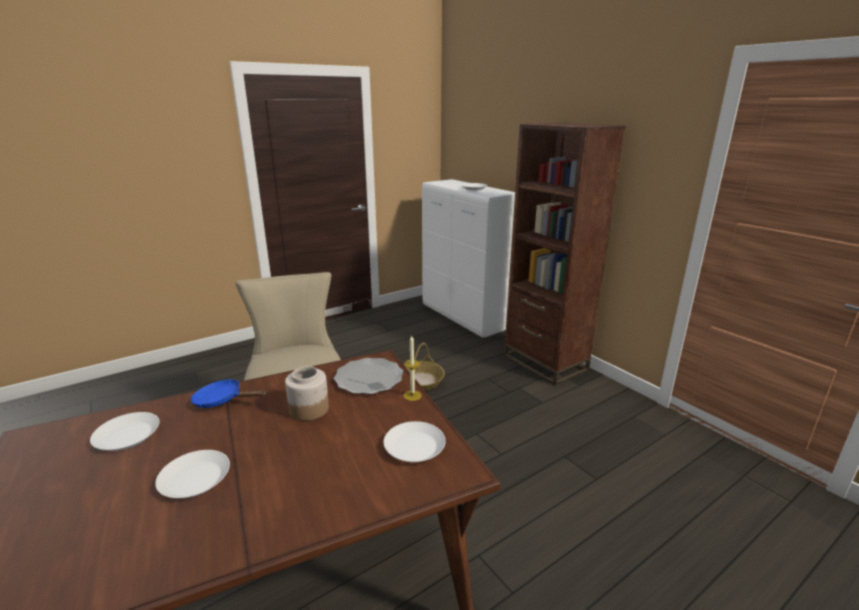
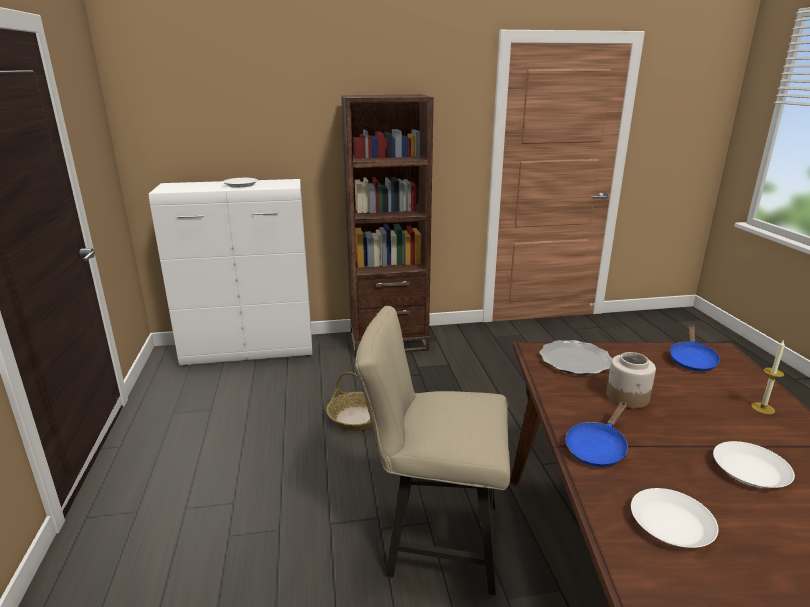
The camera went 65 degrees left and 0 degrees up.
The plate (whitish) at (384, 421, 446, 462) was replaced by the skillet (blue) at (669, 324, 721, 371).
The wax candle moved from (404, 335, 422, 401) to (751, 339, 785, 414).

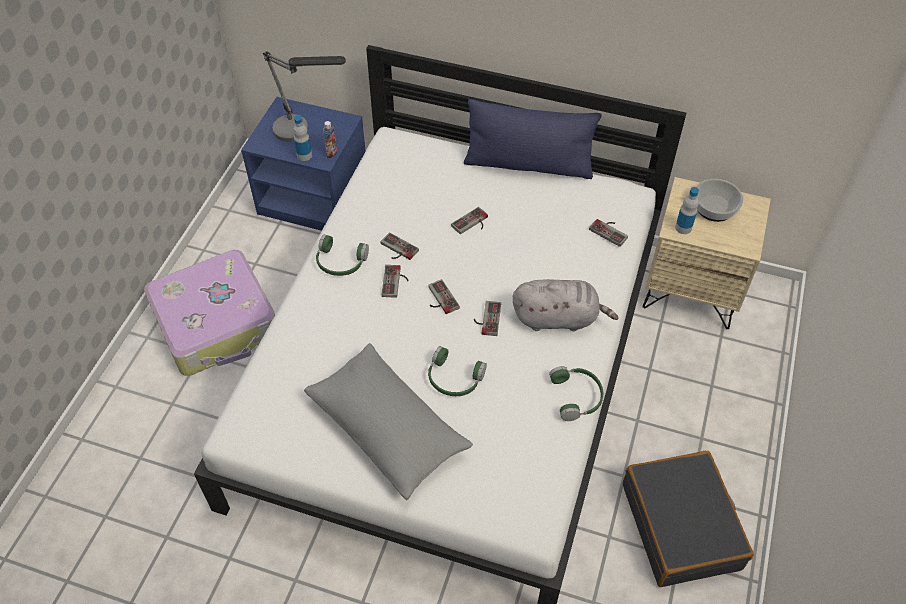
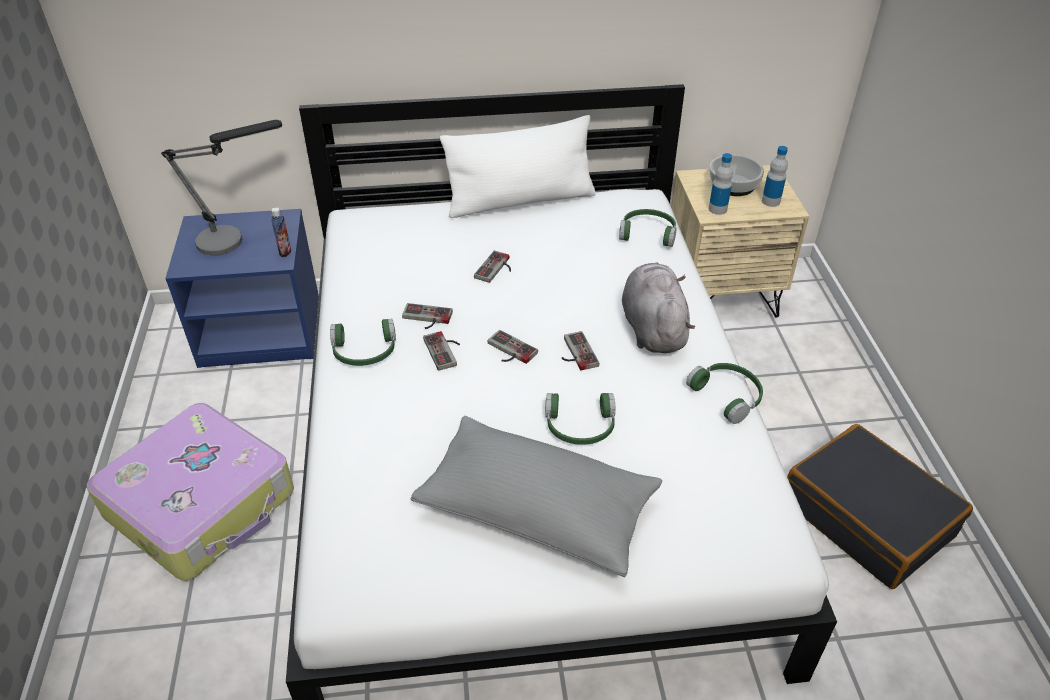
The camera went 25 degrees left and 10 degrees down.
The cushion (blue) at (464, 99, 602, 179) became the cushion (whitish) at (440, 115, 595, 218).
The joypad at (589, 219, 628, 247) was replaced by the pair of headphones (greenish) at (619, 209, 677, 247).
The cuddly toy (gray) at (513, 279, 618, 332) turned 75 degrees counterclockwise.
The drink bottle moved from (293, 115, 312, 161) to (762, 146, 788, 207).

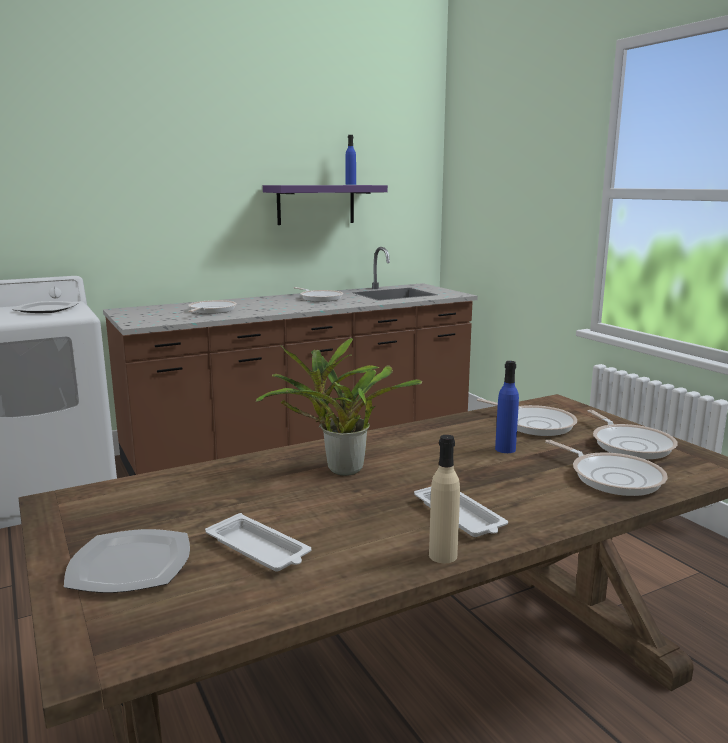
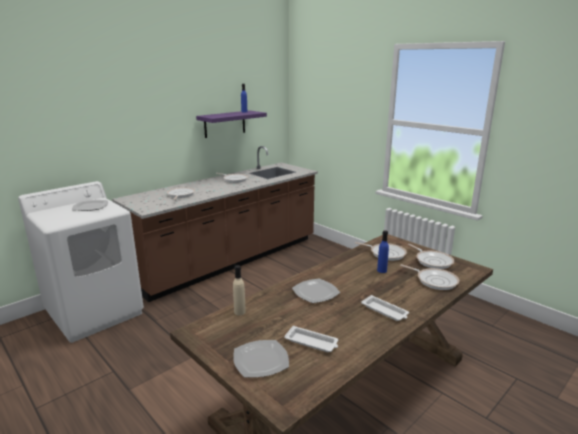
The camera went 15 degrees left and 5 degrees up.
The drink bottle (beige-coloured) moved from (429, 435, 460, 563) to (233, 265, 246, 315).
The houseplant at (256, 338, 422, 476) was replaced by the plate at (292, 278, 340, 303).

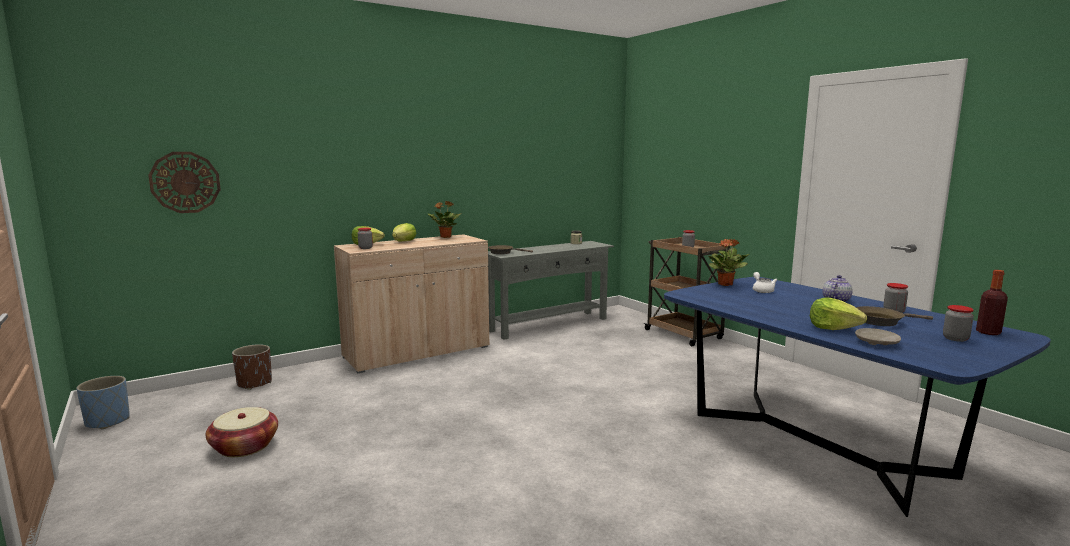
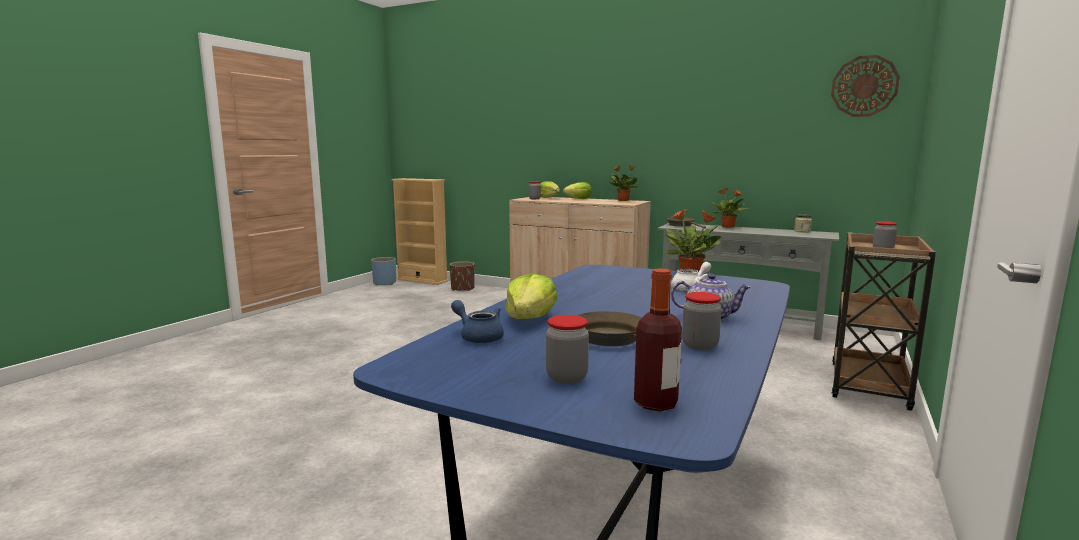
The camera went 60 degrees right and 0 degrees up.
The bookcase (beige-coloured) at (392, 178, 448, 285) appeared.
The plate (beige-coloured) at (855, 328, 901, 345) was replaced by the tea pot (blue) at (451, 300, 504, 343).
The houseplant at (712, 188, 748, 228) appeared.
The clock on the wall moved from (148, 152, 221, 213) to (831, 55, 900, 117).
The household basket at (206, 407, 278, 457) disappeared.

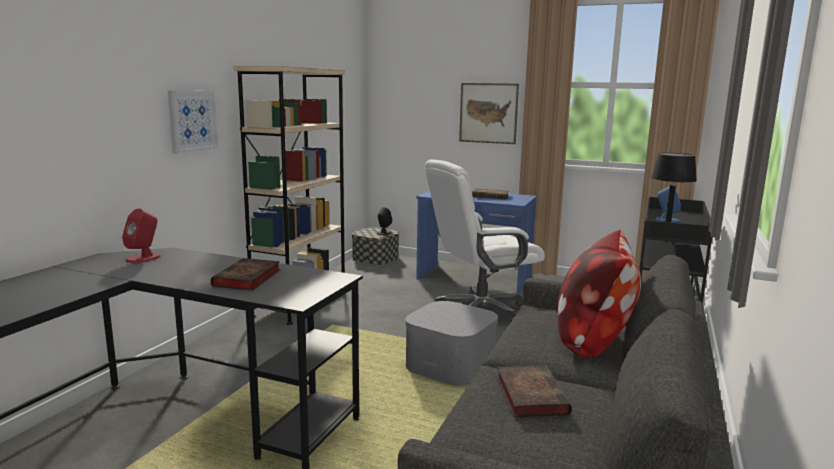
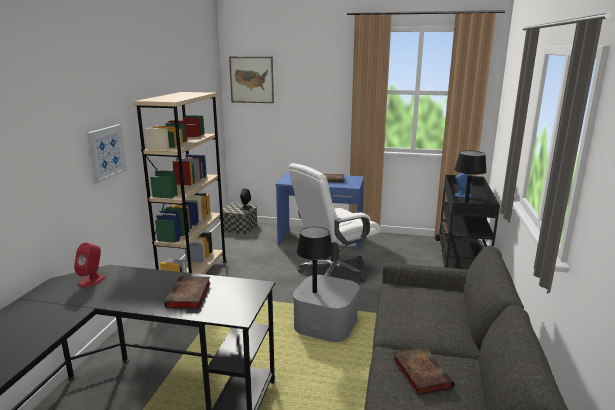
The camera went 10 degrees left and 5 degrees up.
The wall picture moved from (459, 83, 519, 144) to (229, 57, 274, 103).
The lamp for a table (black) at (297, 227, 333, 293) appeared.
The cushion at (557, 230, 641, 357) disappeared.

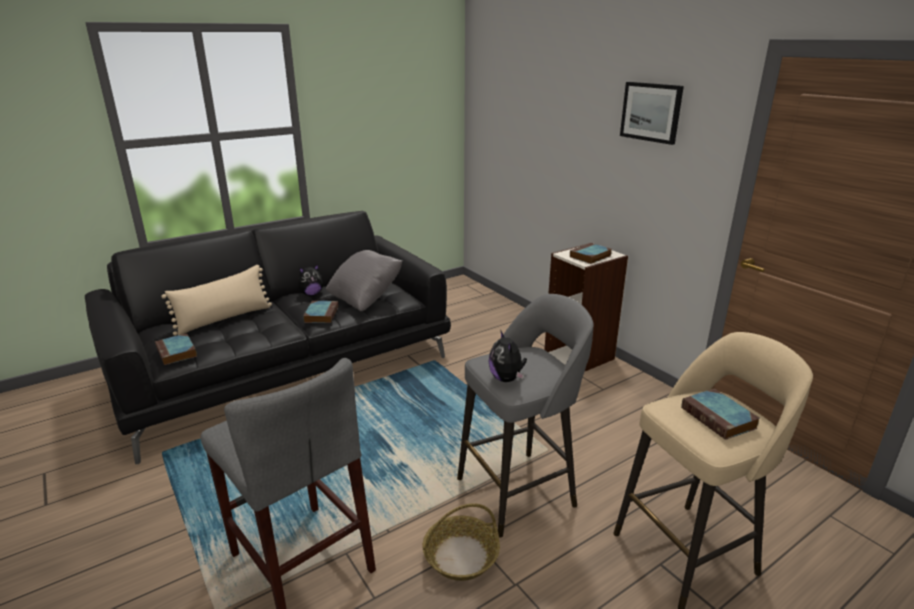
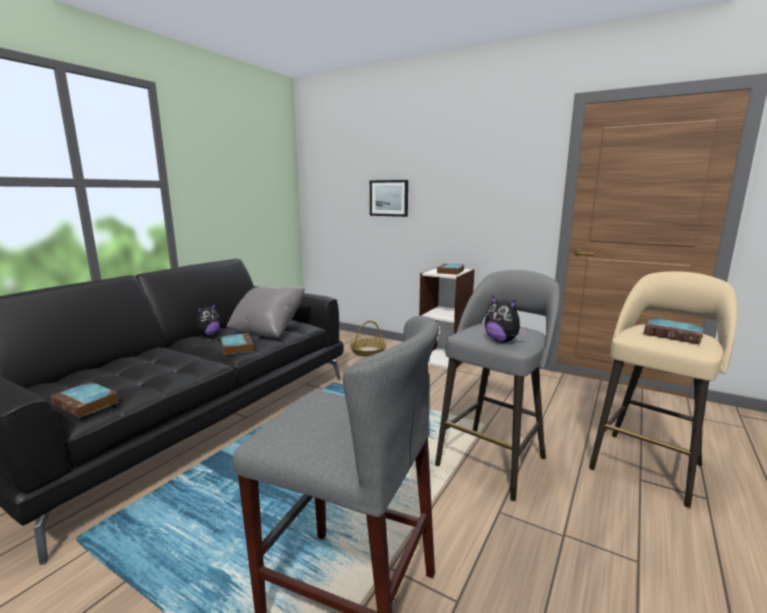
The camera went 25 degrees left and 10 degrees down.
The household basket moved from (423, 503, 500, 581) to (349, 321, 387, 357).
The wall picture moved from (620, 82, 684, 145) to (370, 180, 408, 217).
The cushion (beige-coloured) at (161, 265, 272, 336) disappeared.

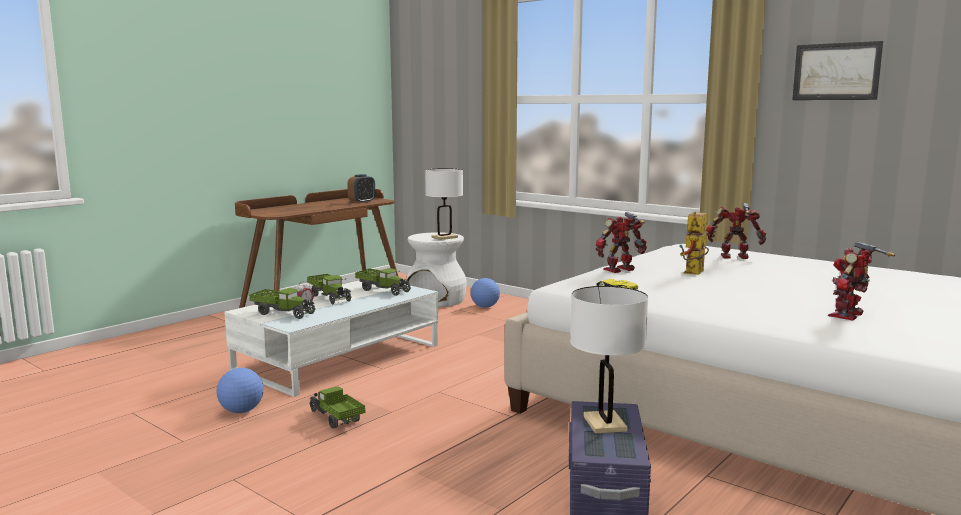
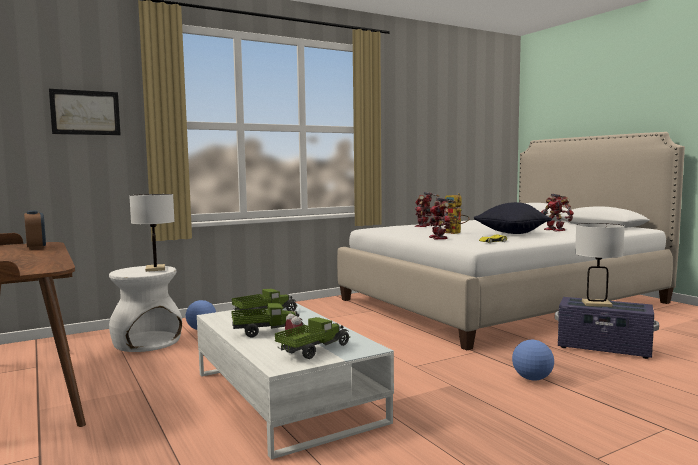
The camera went 70 degrees left and 5 degrees down.
The wall picture moved from (792, 41, 883, 100) to (49, 89, 121, 135).
The cushion (black) at (474, 202, 552, 234) appeared.
The football moved from (216, 368, 264, 413) to (512, 340, 554, 381).
The toy lorry at (309, 386, 365, 429) disappeared.

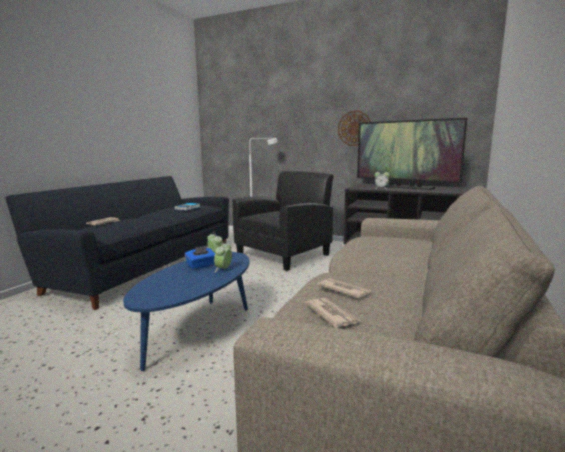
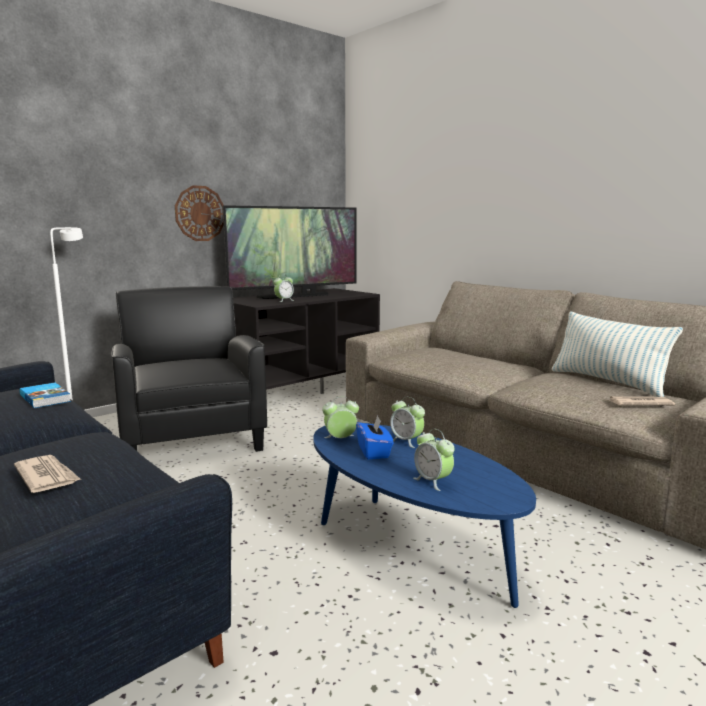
The camera went 65 degrees left and 0 degrees up.
The table clock at (413, 429, 455, 491) appeared.
The cushion at (552, 311, 683, 397) appeared.
The daily paper at (317, 278, 371, 299) disappeared.

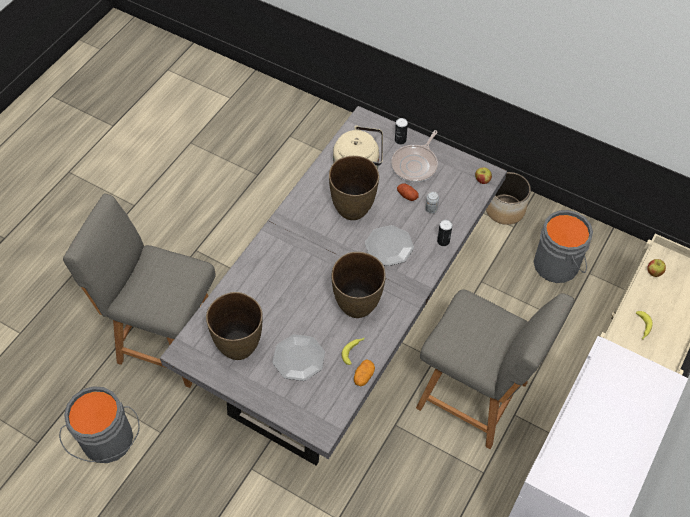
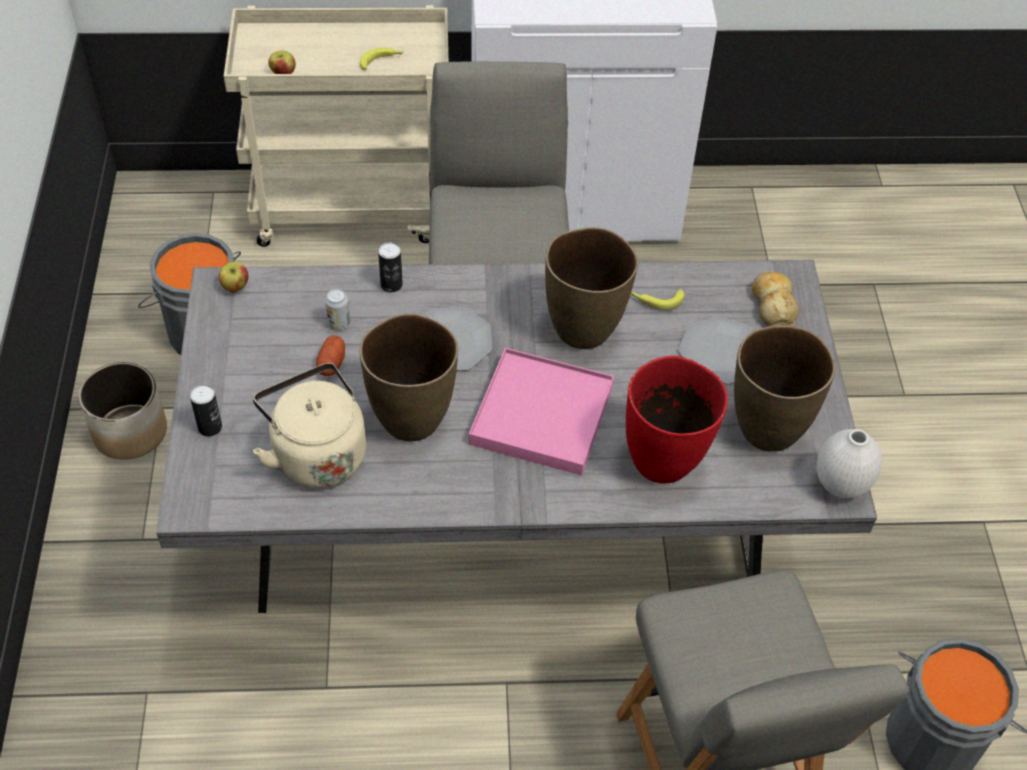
The camera went 125 degrees left and 5 degrees down.
The carrying tray (pink-coloured) at (469, 348, 614, 475) appeared.
The vase (reddish) at (626, 356, 728, 484) appeared.
The bread at (752, 272, 799, 327) appeared.
The vase (whitish) at (817, 429, 882, 498) appeared.
The spud at (354, 359, 375, 386) disappeared.
The skillet at (391, 130, 438, 182) disappeared.

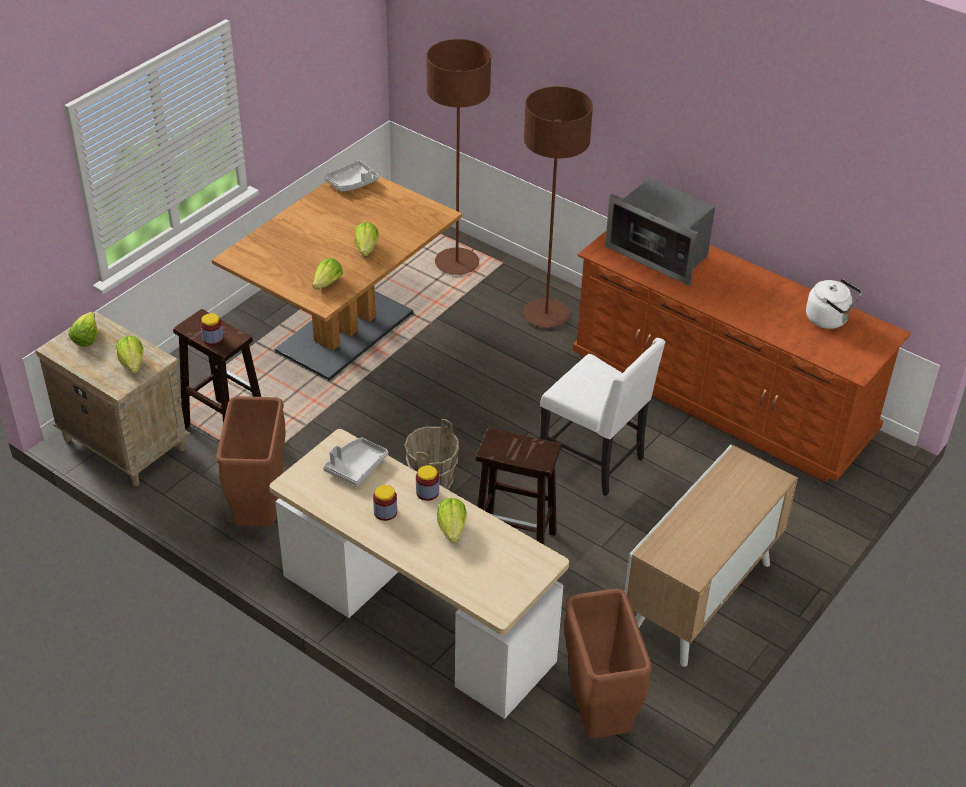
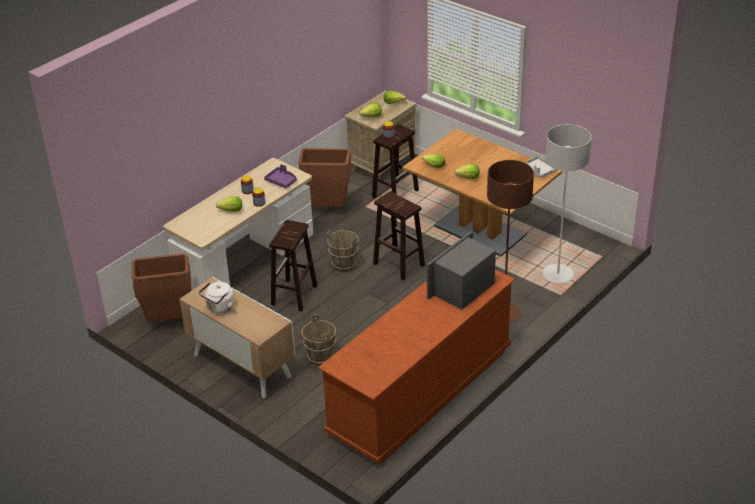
The camera went 95 degrees right and 5 degrees down.
The kettle (whitish) moved from (806, 279, 862, 329) to (199, 282, 234, 314).
The carrying tray (gray) at (323, 438, 388, 486) became the carrying tray (purple) at (264, 164, 297, 188).
The bucket (brown-coloured) at (302, 314, 336, 366) appeared.
The stool seat (brown-coloured) at (373, 191, 425, 281) appeared.
The standard lamp (brown-coloured) at (426, 39, 491, 275) became the standard lamp (gray) at (542, 124, 591, 283).
The upright chair (whitish) at (540, 338, 665, 496) disappeared.

